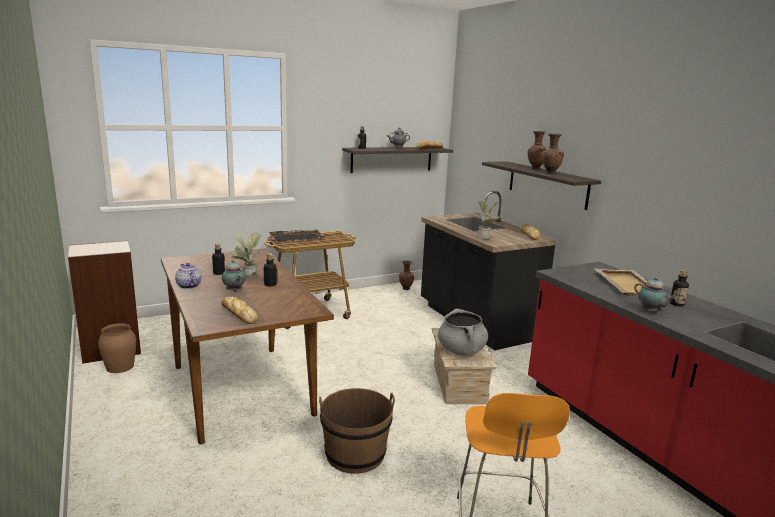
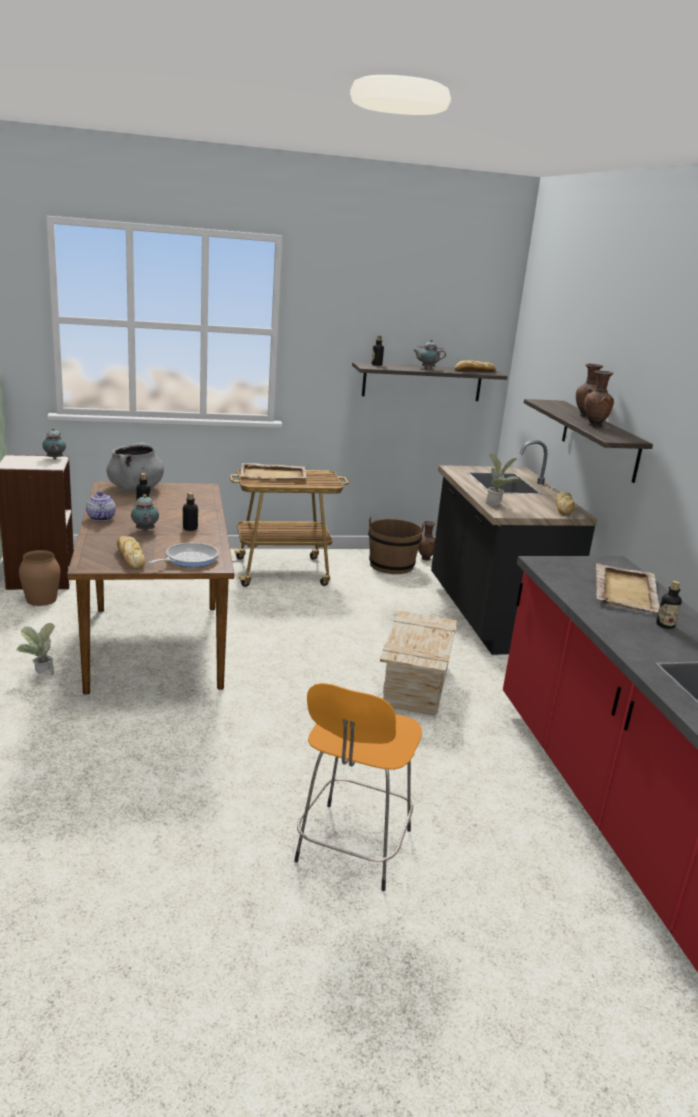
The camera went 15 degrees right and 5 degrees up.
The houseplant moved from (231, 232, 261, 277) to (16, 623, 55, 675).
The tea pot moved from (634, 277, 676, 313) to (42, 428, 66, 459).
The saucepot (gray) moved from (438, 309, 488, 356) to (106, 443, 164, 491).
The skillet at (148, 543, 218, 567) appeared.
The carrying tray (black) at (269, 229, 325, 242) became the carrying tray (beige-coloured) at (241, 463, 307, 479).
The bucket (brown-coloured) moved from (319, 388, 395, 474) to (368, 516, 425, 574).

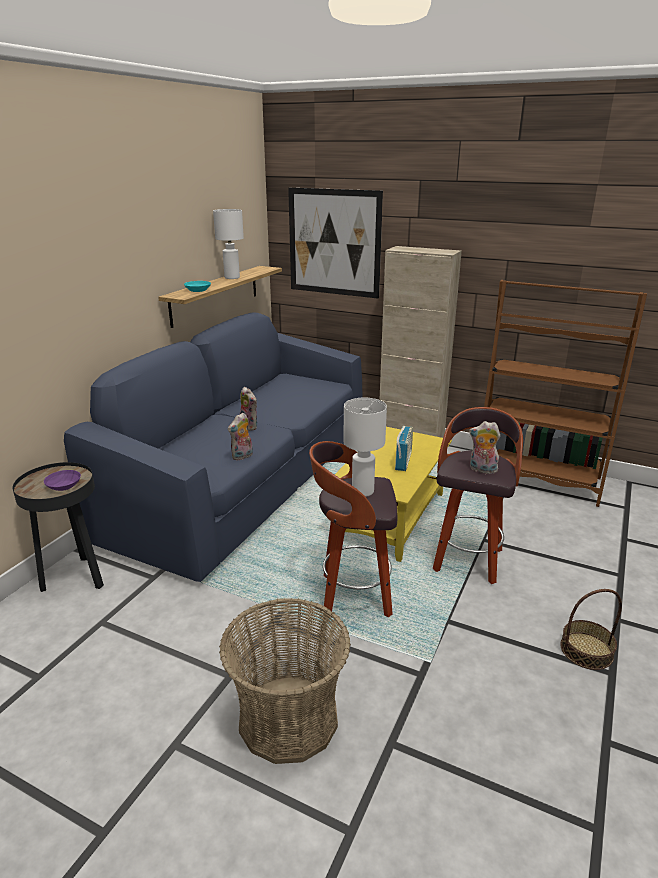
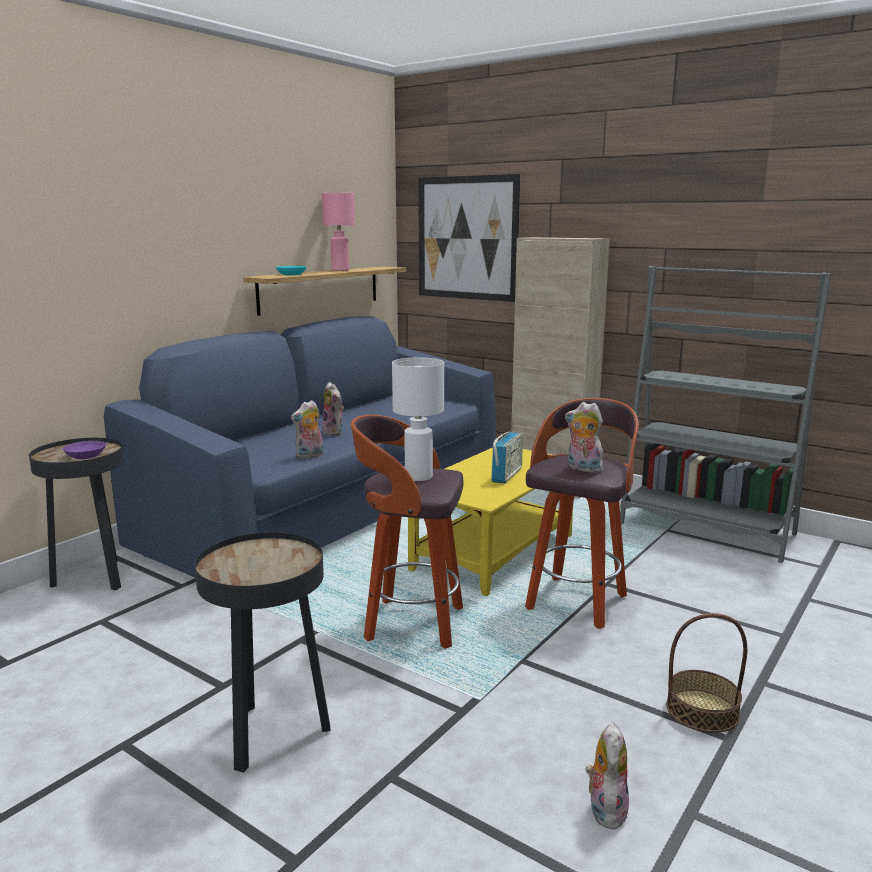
The camera went 10 degrees right and 10 degrees down.
The household basket at (219, 598, 351, 764) was replaced by the side table (black) at (195, 532, 330, 773).
The lamp for a table (whitish) at (213, 209, 244, 279) became the lamp for a table (pink-coloured) at (321, 193, 355, 271).
The cuddly toy at (586, 722, 629, 829) appeared.
The bookcase (brown-coloured) at (484, 280, 647, 507) became the bookcase (gray) at (620, 266, 831, 563).

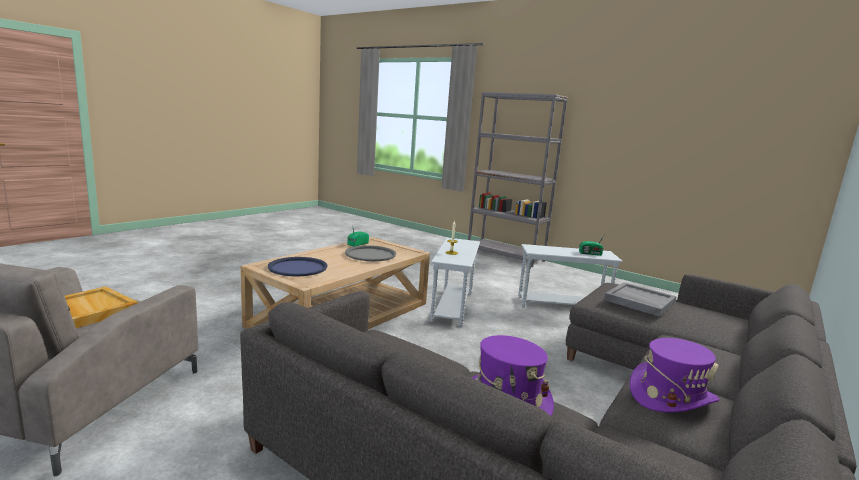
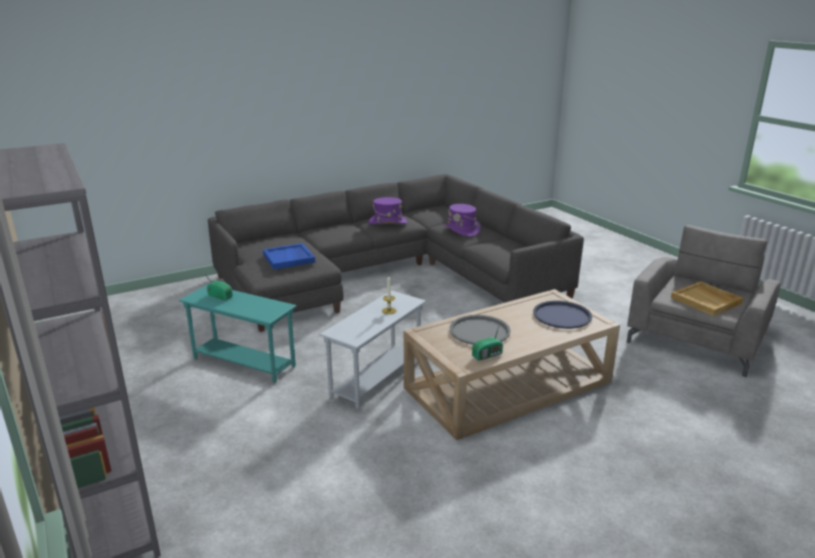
The camera went 155 degrees left and 10 degrees up.
The side table (whitish) at (518, 244, 623, 308) became the side table (turquoise-coloured) at (179, 284, 296, 383).
The carrying tray (gray) at (604, 282, 677, 317) became the carrying tray (blue) at (263, 243, 315, 269).

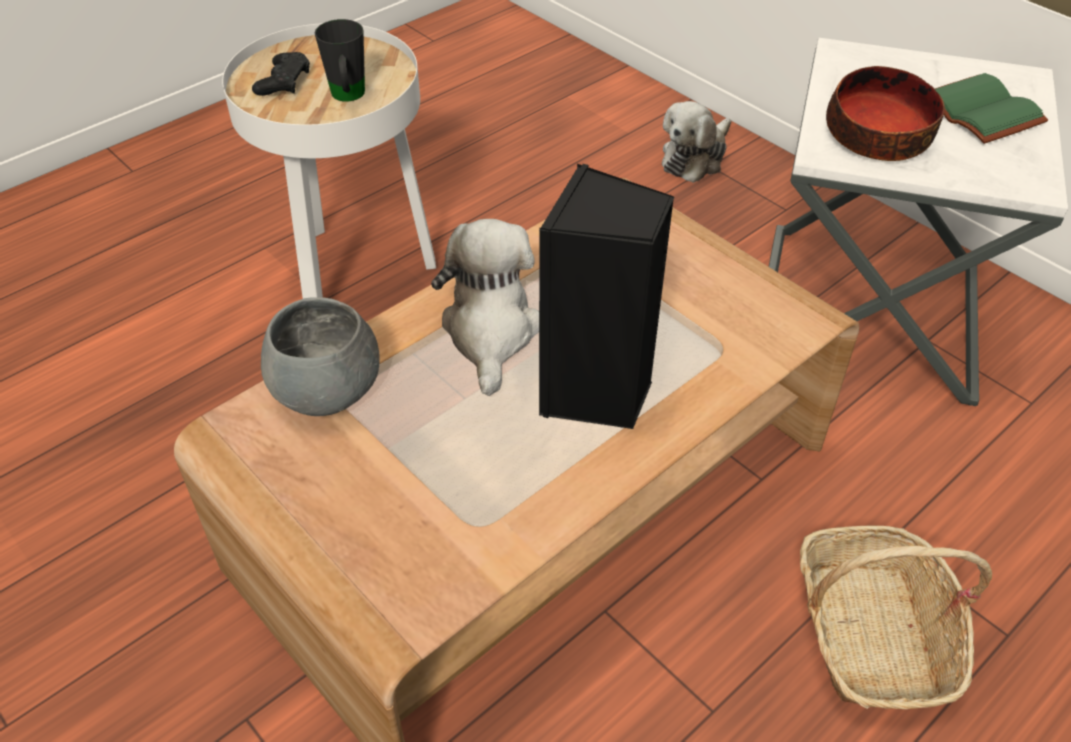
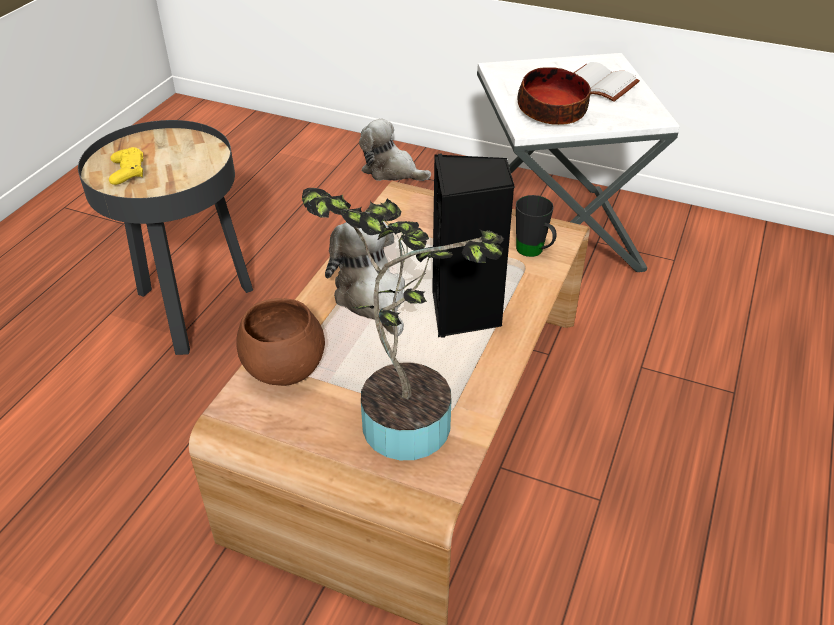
The camera went 25 degrees left and 5 degrees down.
The side table (whitish) at (222, 23, 436, 299) became the side table (black) at (78, 120, 253, 355).
The joypad (black) at (252, 52, 310, 96) became the joypad (yellowish) at (109, 147, 143, 185).
The bowl (gray) at (261, 297, 380, 416) became the bowl (brown-coloured) at (236, 298, 325, 386).
The houseplant at (302, 188, 504, 460) appeared.
The cuddly toy at (662, 101, 731, 183) turned 105 degrees clockwise.
The coffee mug (black) moved from (315, 19, 365, 101) to (516, 195, 557, 257).
The volume (greenish) at (935, 73, 1048, 144) became the volume (whitish) at (574, 62, 640, 102).
The household basket at (800, 526, 992, 709) disappeared.

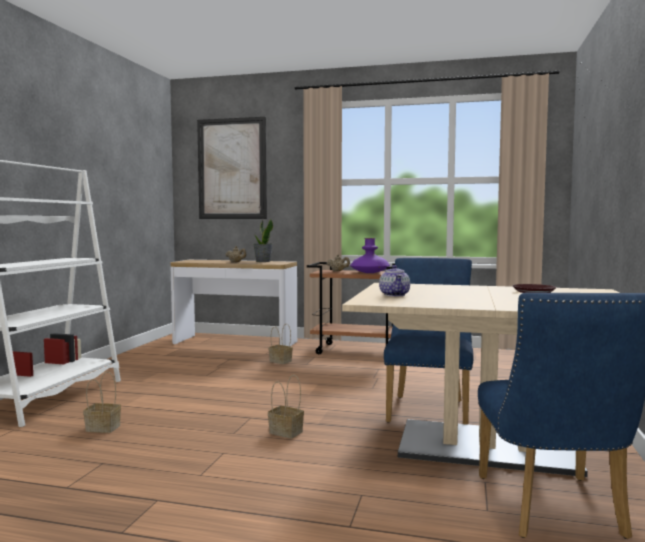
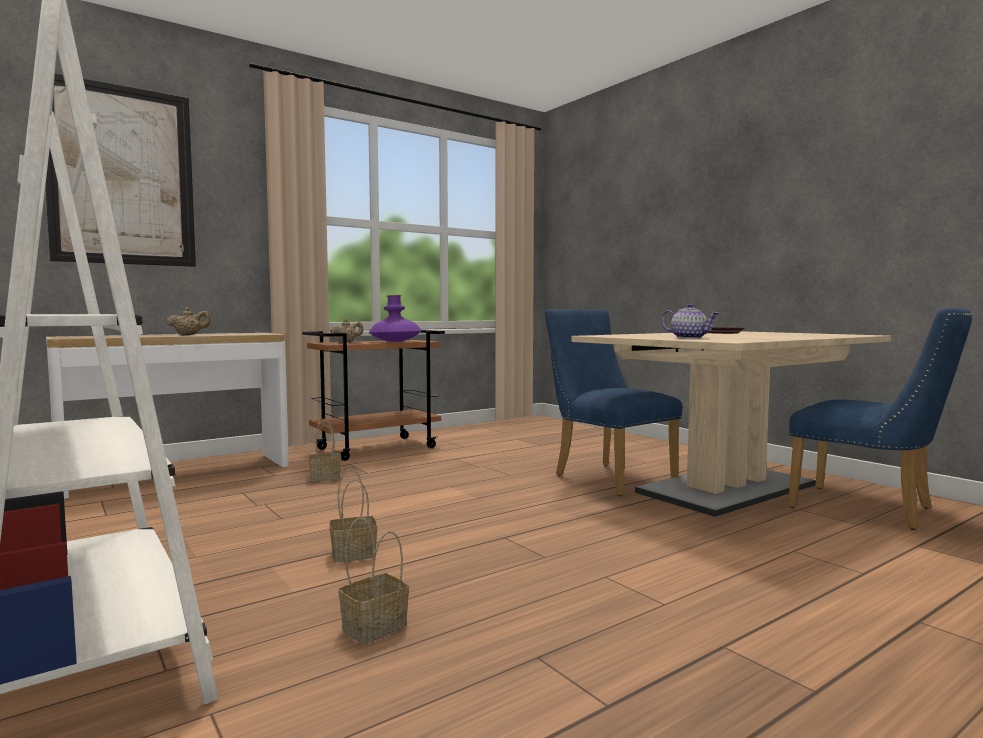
The camera went 50 degrees left and 0 degrees up.
The household basket moved from (268, 375, 304, 439) to (330, 469, 377, 563).
The houseplant at (253, 219, 273, 262) disappeared.

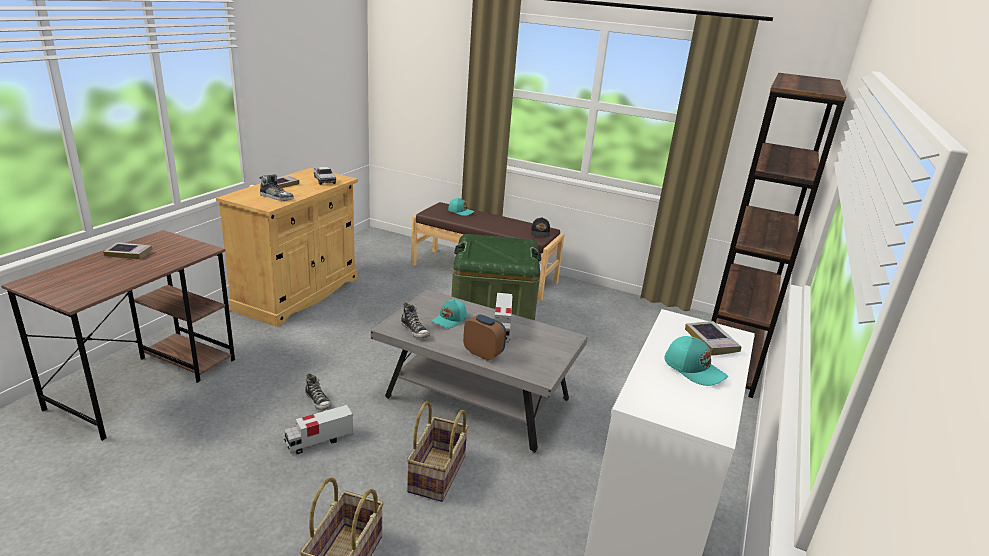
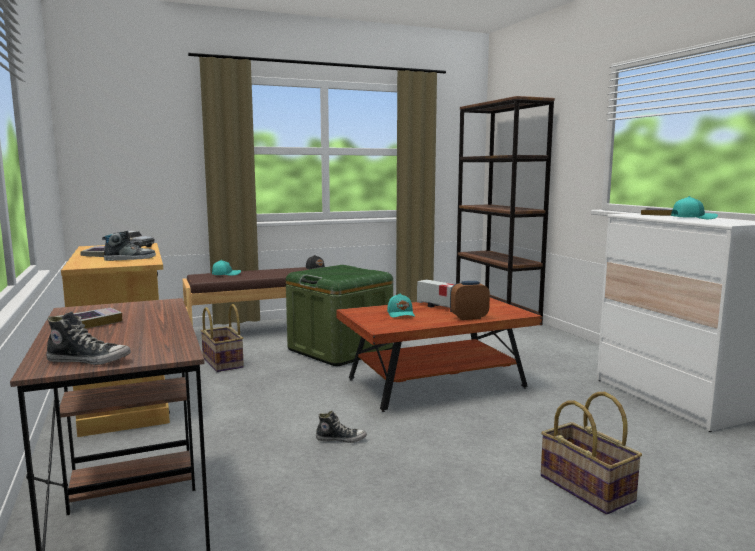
The camera went 45 degrees left and 15 degrees down.
The low shoe moved from (401, 303, 430, 338) to (46, 311, 131, 365).
The household basket moved from (407, 401, 469, 502) to (201, 304, 244, 372).
The coffee table (gray) at (371, 290, 588, 453) became the coffee table (brown-coloured) at (336, 297, 542, 412).
The toy lorry at (284, 405, 353, 454) disappeared.

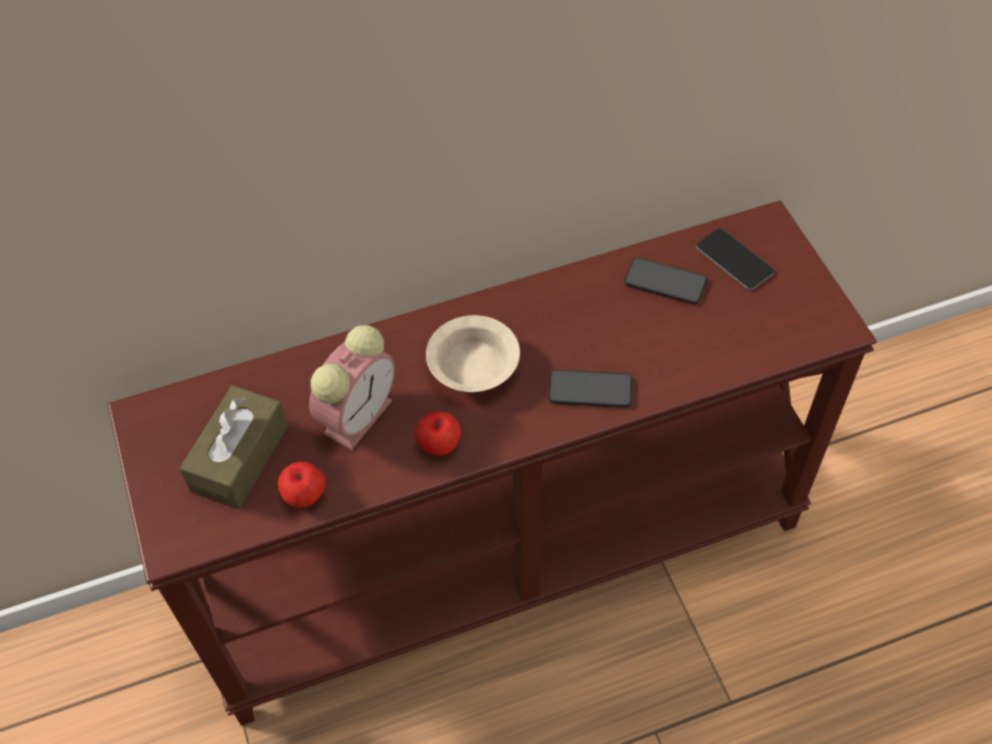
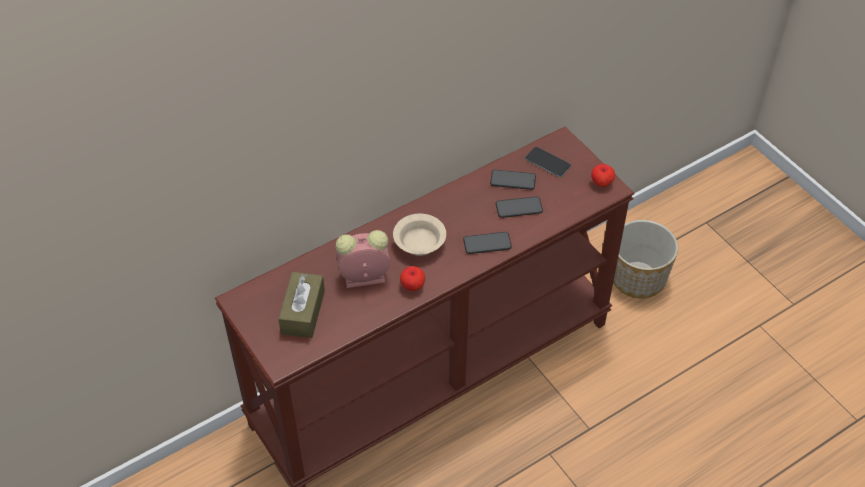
The camera went 15 degrees left and 5 degrees down.
The table clock at (309, 325, 395, 450) turned 120 degrees counterclockwise.
The telephone at (496, 196, 543, 218) appeared.
The apple moved from (278, 462, 326, 508) to (591, 164, 615, 187).
The flower pot at (613, 220, 678, 298) appeared.

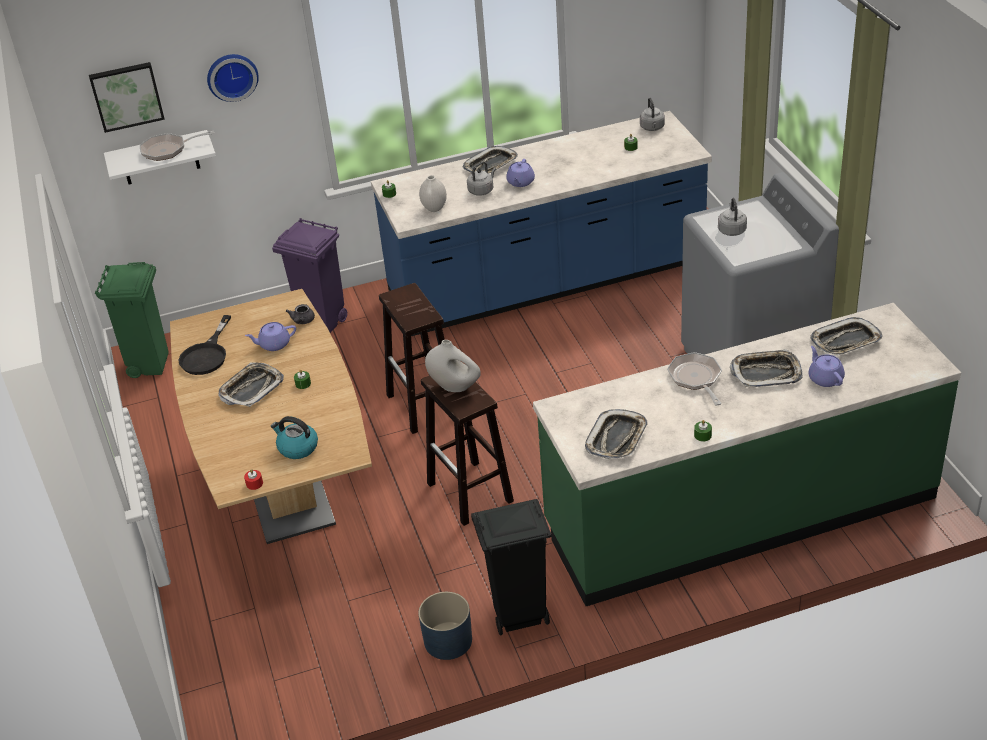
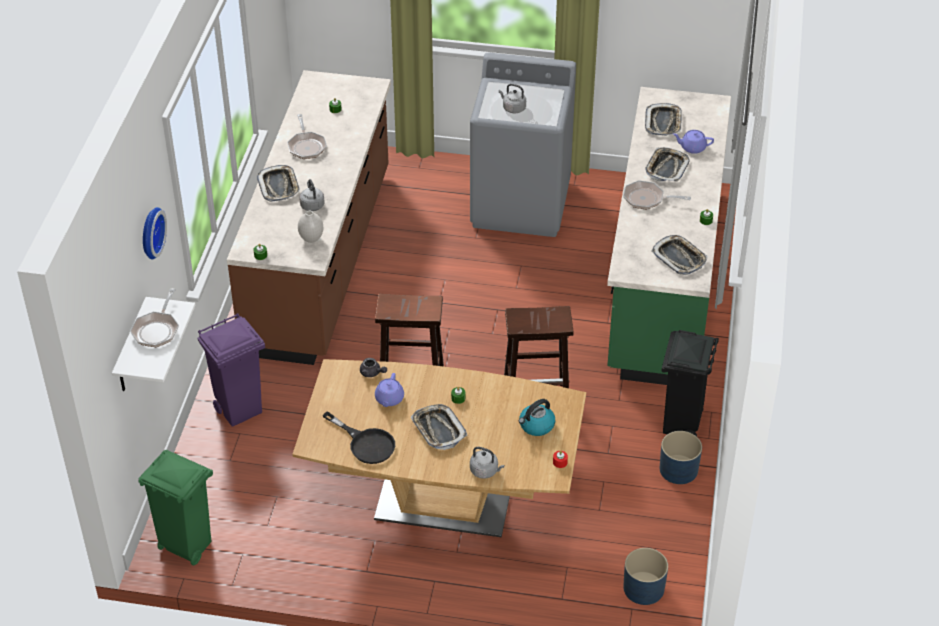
The camera went 65 degrees left and 5 degrees up.
The kitchen base unit (blue) at (371, 111, 712, 336) became the kitchen base unit (brown-coloured) at (227, 70, 391, 365).
The skillet at (287, 114, 327, 159) appeared.
The kettle (gray) moved from (640, 98, 665, 131) to (470, 447, 504, 479).
The flower pot (blue) at (623, 548, 668, 605) appeared.
The wall picture at (89, 62, 165, 133) disappeared.
The vase (whitish) at (425, 340, 481, 392) disappeared.
The tea pot (purple) at (506, 159, 535, 187) disappeared.

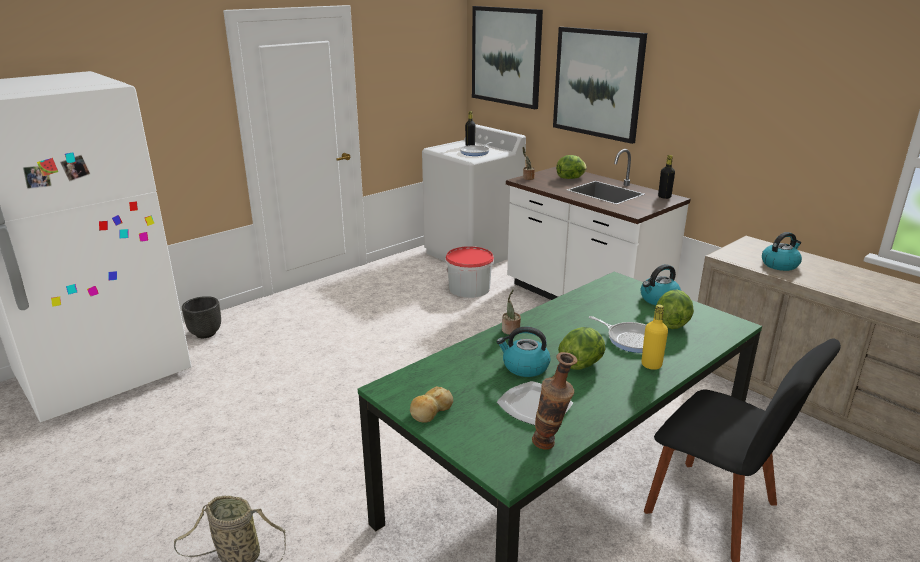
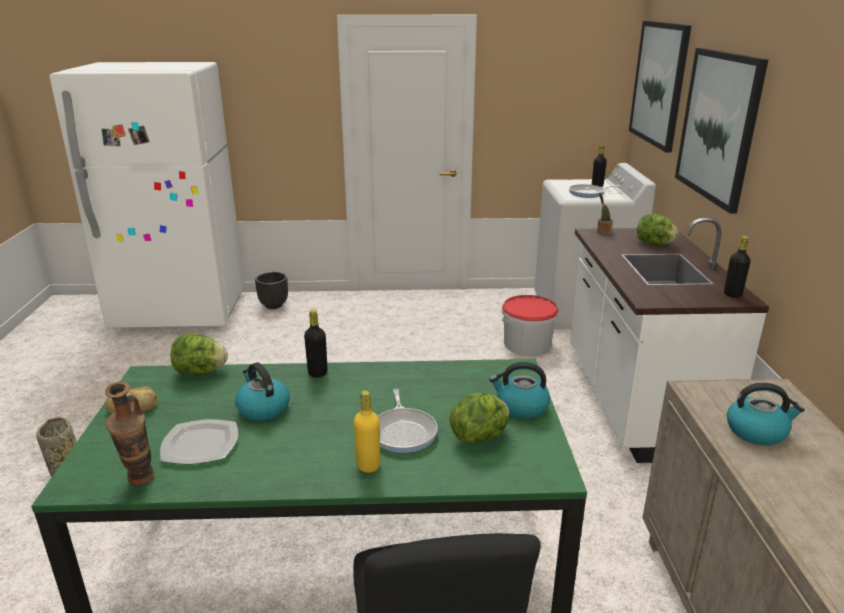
The camera went 40 degrees right and 0 degrees up.
The lettuce head moved from (558, 327, 605, 370) to (171, 333, 228, 375).
The houseplant at (502, 289, 521, 335) was replaced by the drink bottle (black) at (304, 310, 328, 377).

